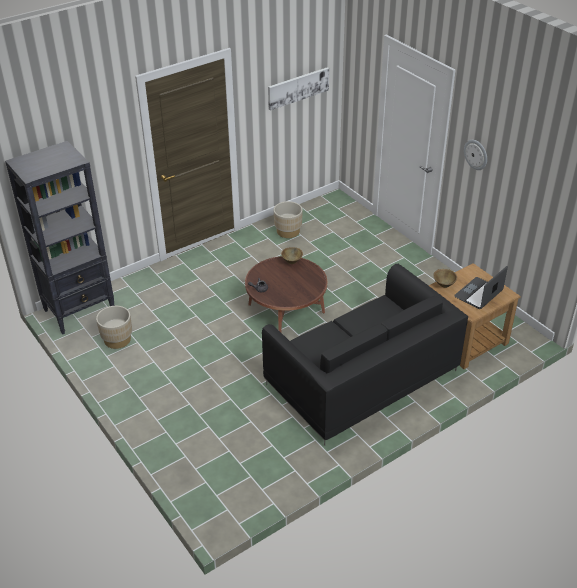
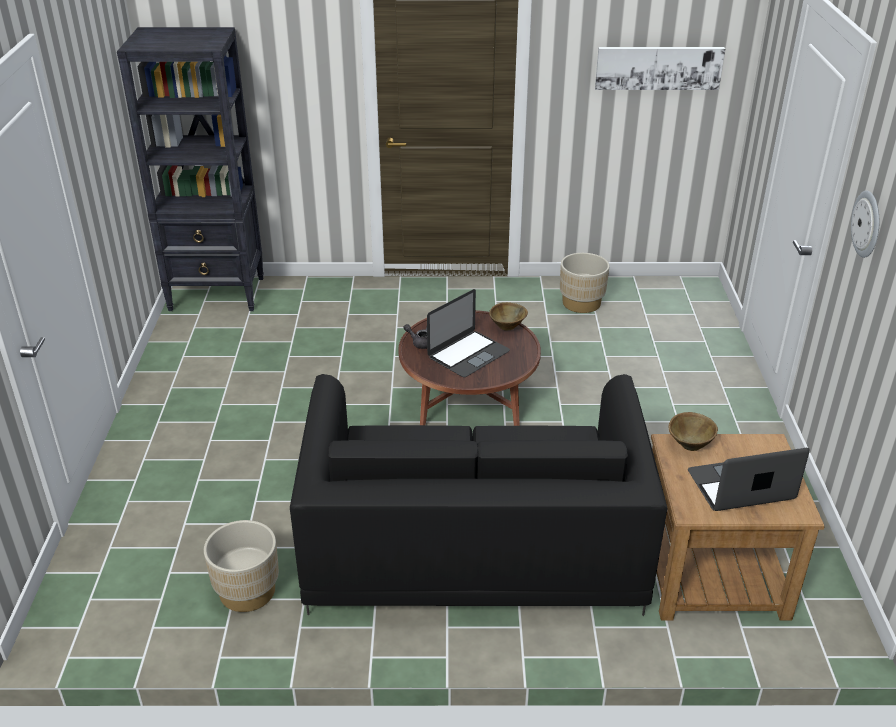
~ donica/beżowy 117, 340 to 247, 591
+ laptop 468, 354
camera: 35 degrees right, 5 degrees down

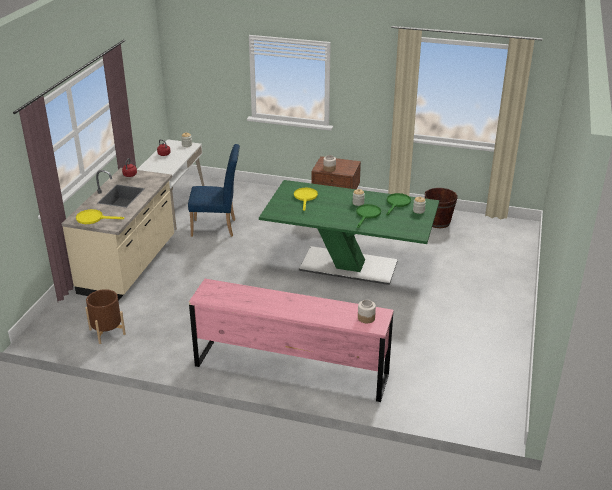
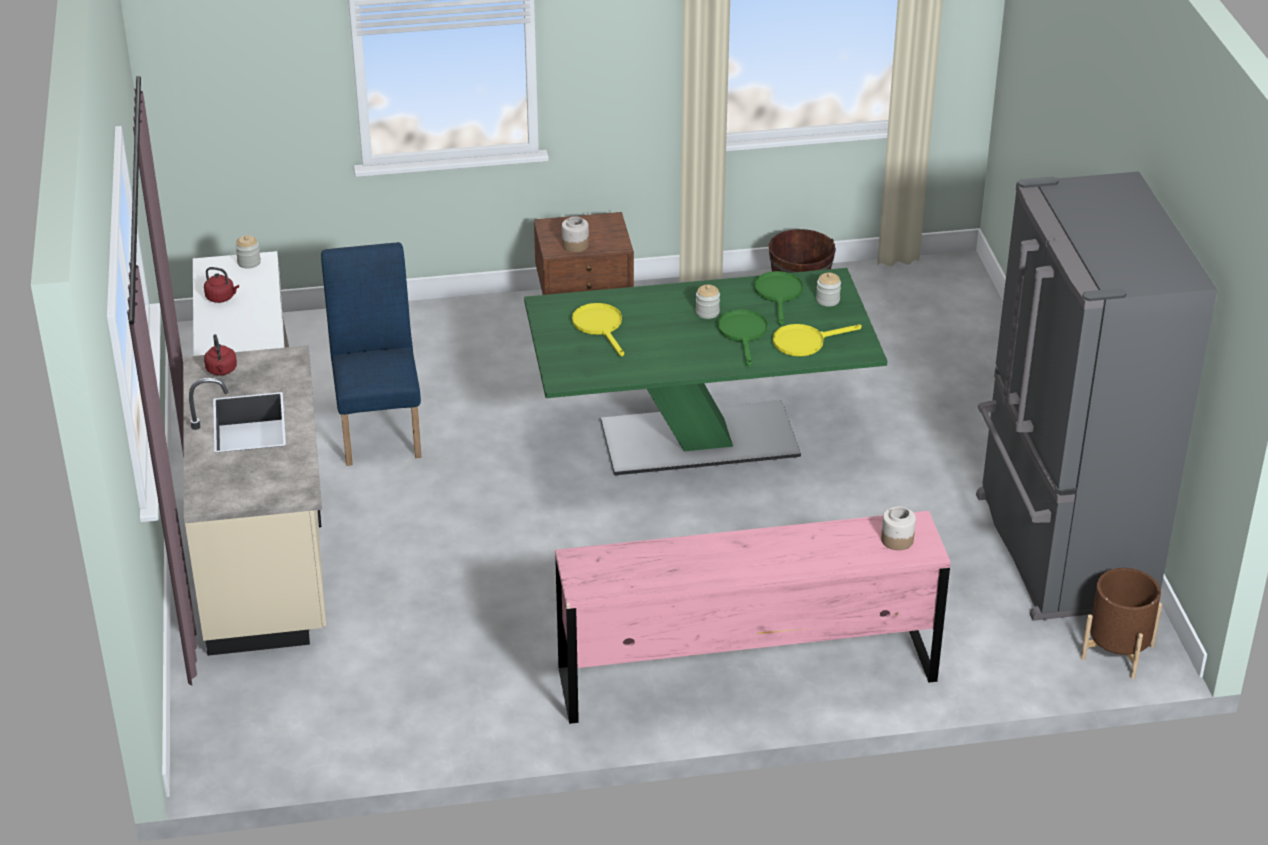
~ krzesło/niebieski 217, 228 = 380, 428 75 degrees counterclockwise
~ patelnia/żółty 93, 218 to 805, 342
+ lodówka/szary 1059, 551
~ donica/brązowy 107, 332 to 1117, 652
camera: 25 degrees left, 5 degrees up

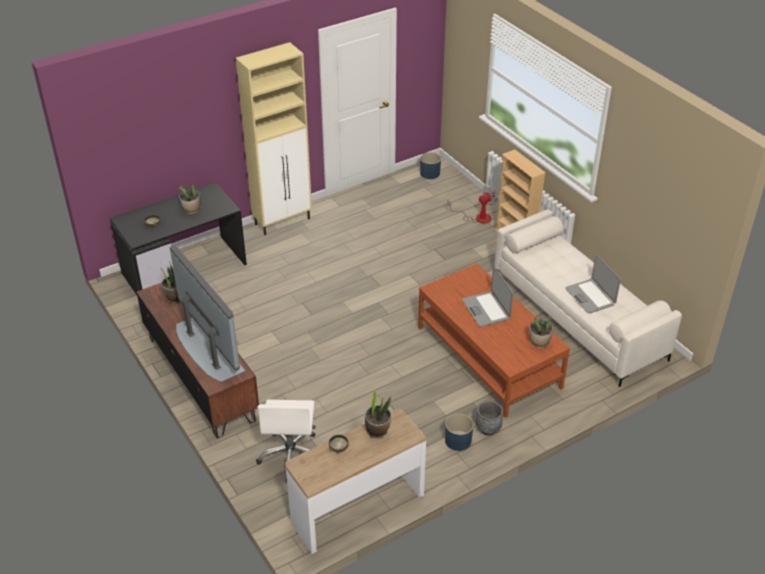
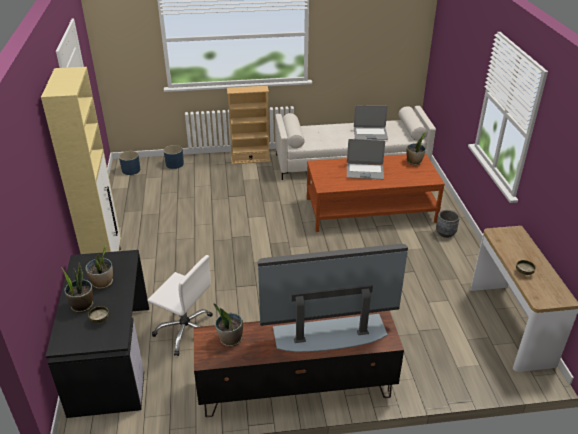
~ roślina doniczkowa 377, 430 to 82, 305
~ krzesło biurowe/biały 291, 455 to 186, 331
~ donica/niebieski 458, 440 to 174, 164
- wentylator 477, 217
camera: 65 degrees left, 5 degrees down

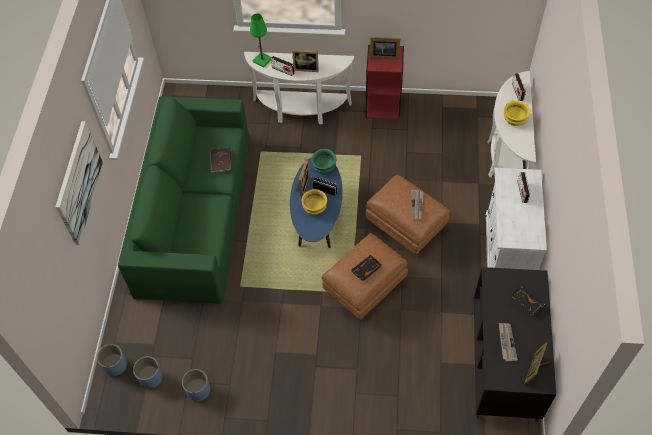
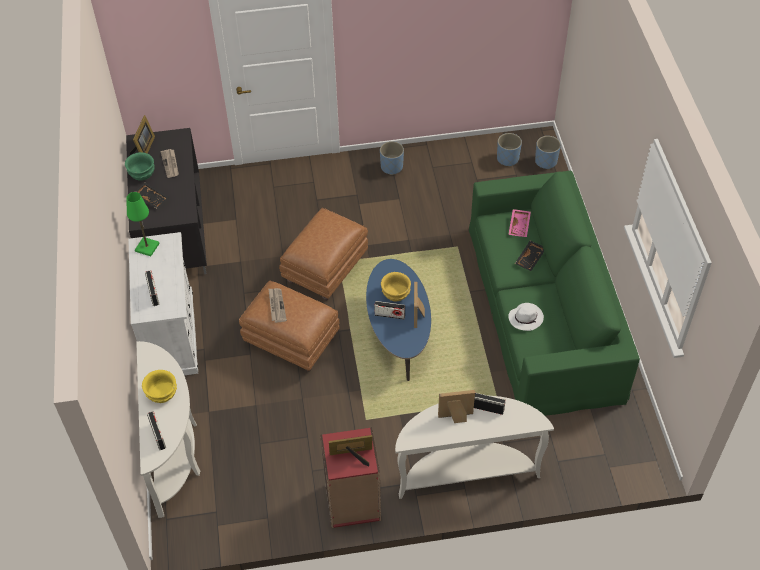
~ miska/zielony 324, 167 to 142, 173
~ lampa stołowa/zielony 262, 60 to 147, 247
~ donica/niebieski 198, 390 to 392, 167
+ taca/różowy 520, 226
~ książka/brązowy 220, 161 to kapelusz/biały 526, 318
~ taca/czarny 366, 269 to 530, 259
- obraz 78, 183
camera: 165 degrees right, 5 degrees down

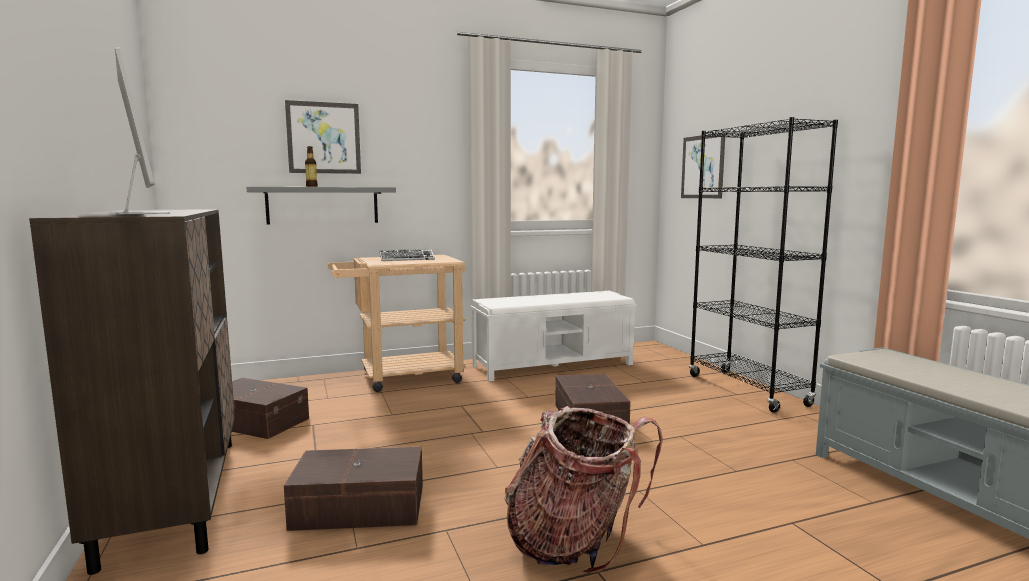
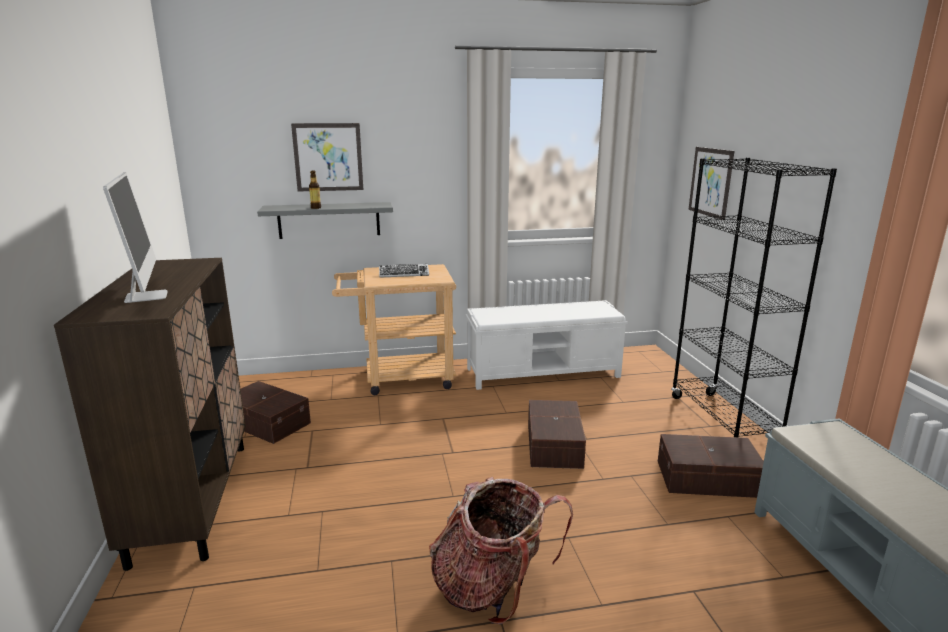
~ pojemnik do przechowywania/brązowy 360, 508 to 708, 479
camera: 10 degrees right, 10 degrees up

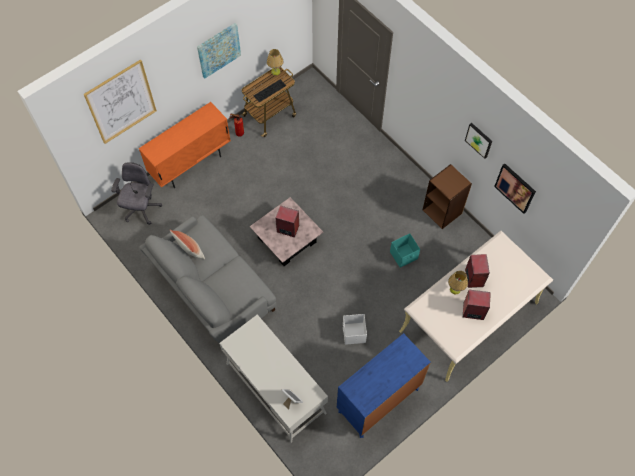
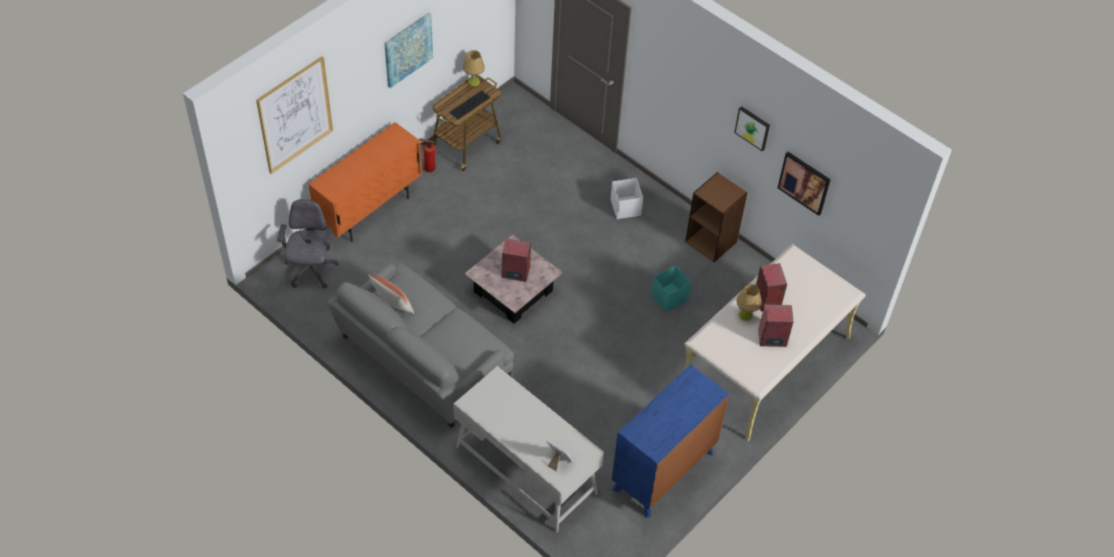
~ pojemnik do przechowywania/biały 353, 334 to 625, 208
camera: 10 degrees left, 10 degrees down

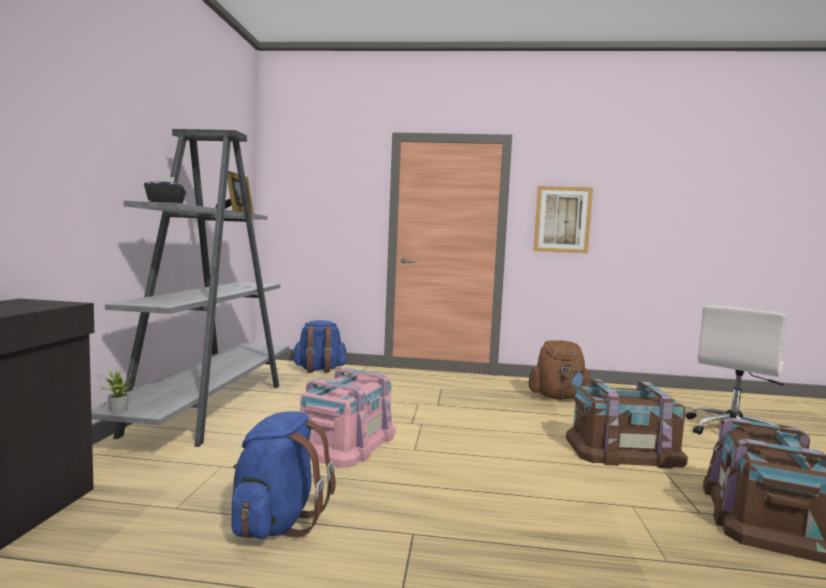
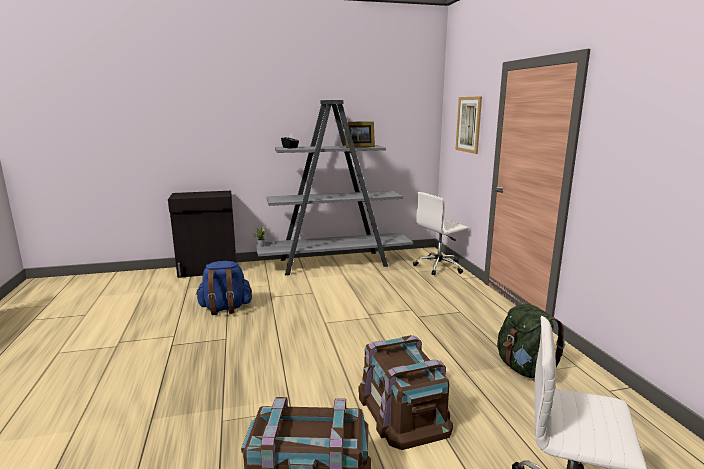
~ plecak/niebieski 319, 369 to krzesło biurowe/biały 439, 267
~ obraz 562, 219 to 468, 124
~ plecak/brązowy 558, 397 to plecak/zielony 524, 369
- pojemnik do przechowywania/różowy 346, 441
camera: 70 degrees right, 10 degrees up

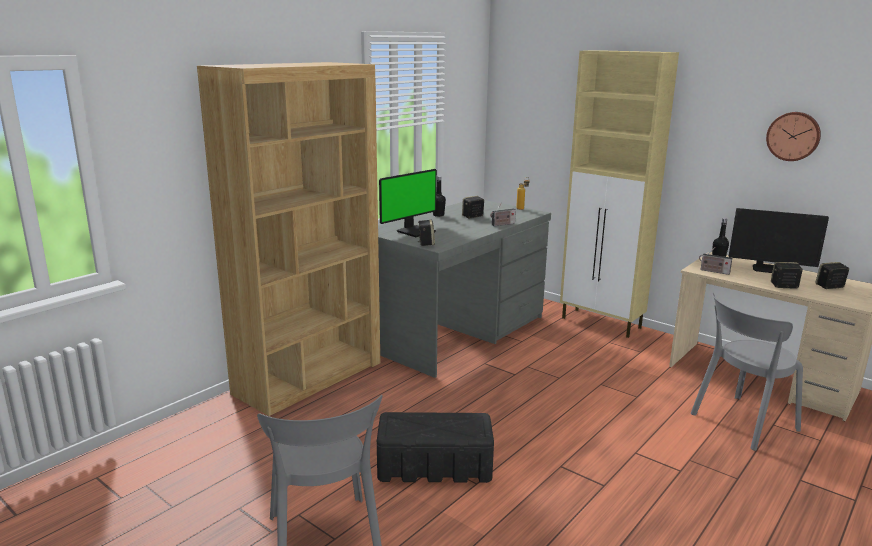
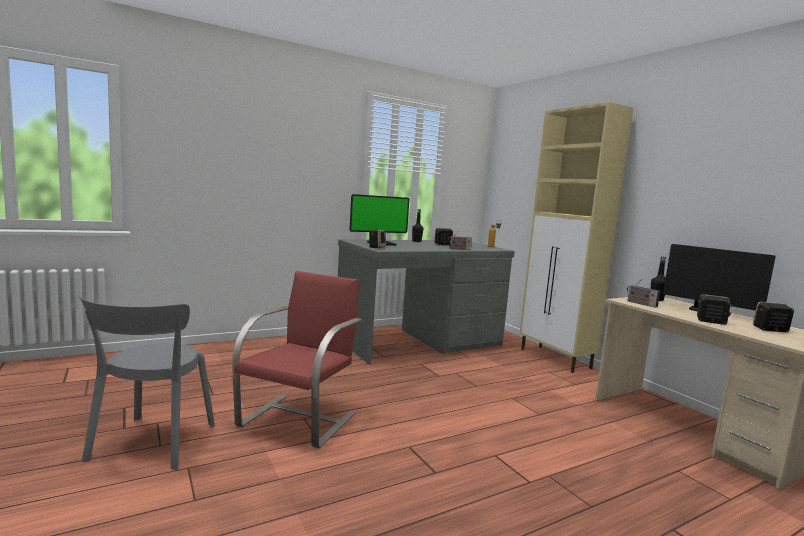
~ pojemnik do przechowywania/czarny 435, 466 to krzesło/czerwony 299, 419
- regał/brązowy 309, 377
- krzesło/szary 741, 423
- zegar ścienny 793, 136
camera: 20 degrees right, 10 degrees down

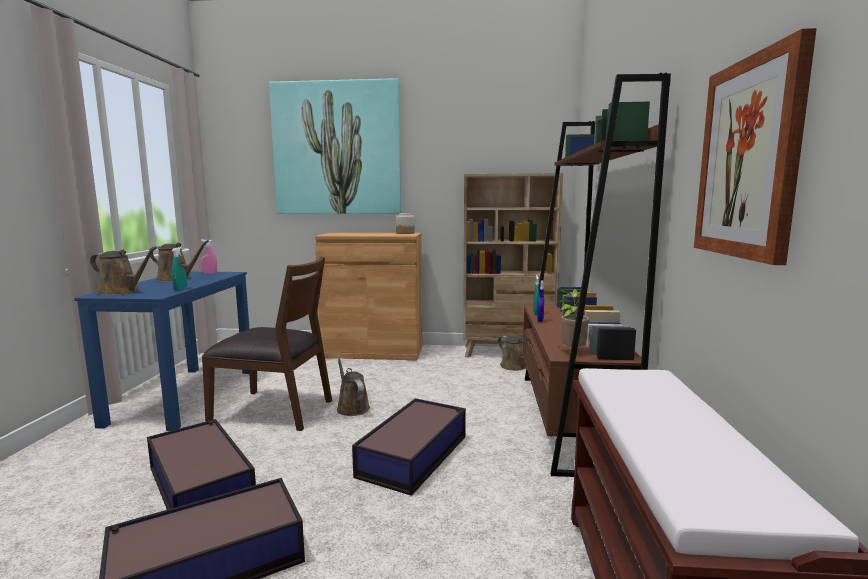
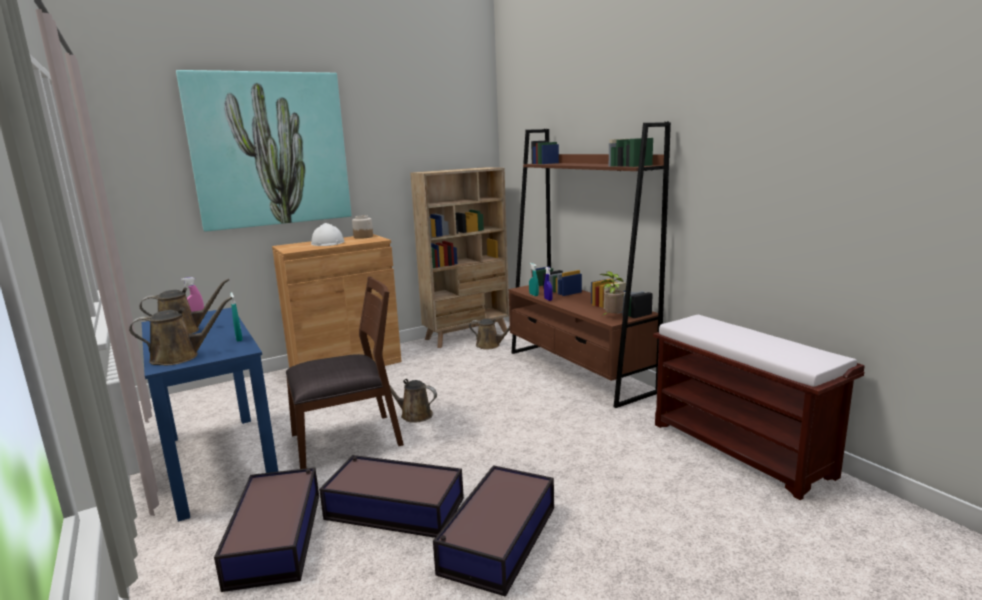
~ pojemnik do przechowywania 415, 455 to 276, 537
+ kask/biały 327, 243
- obraz 749, 159
camera: 35 degrees left, 5 degrees up

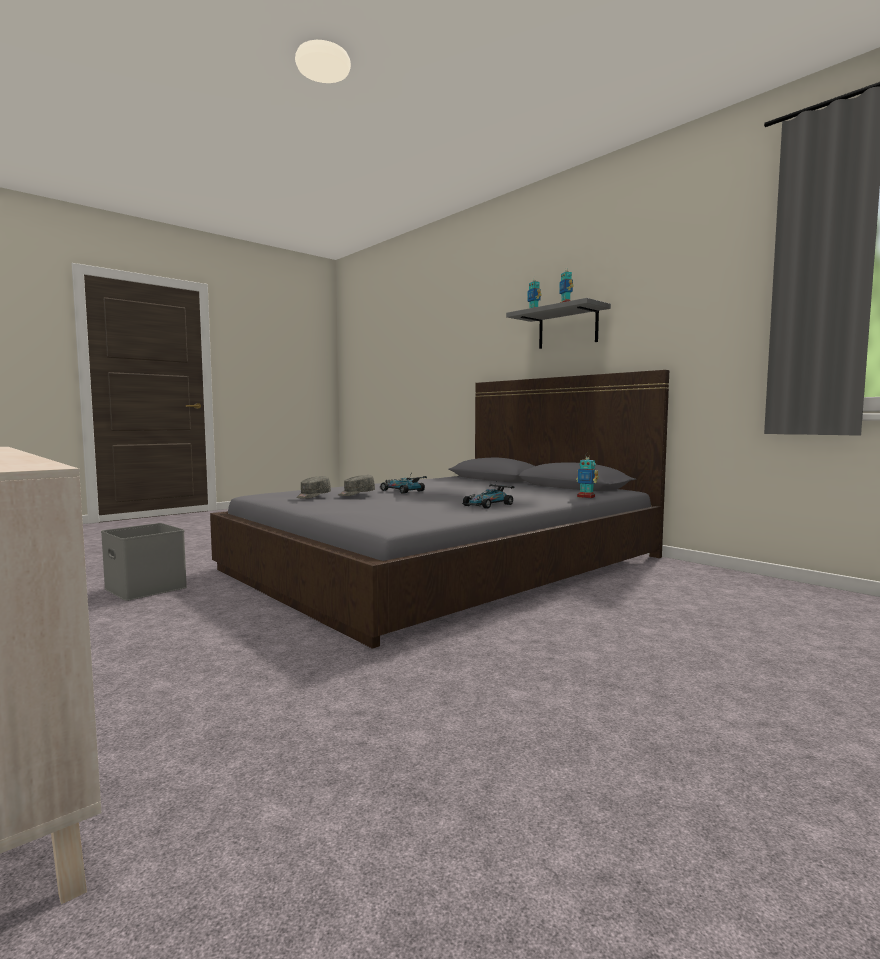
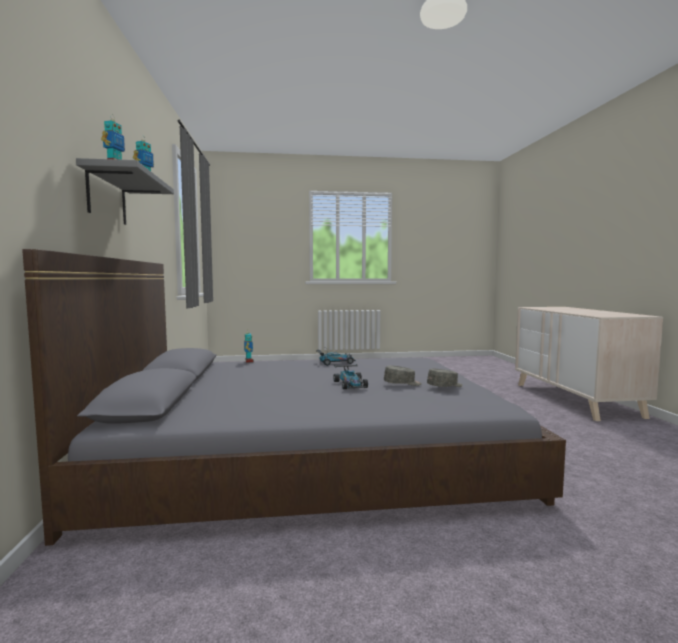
- pojemnik do przechowywania/szary 144, 588
camera: 145 degrees left, 0 degrees up

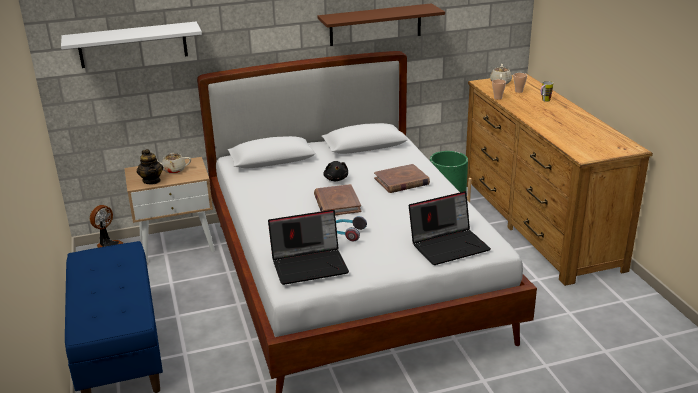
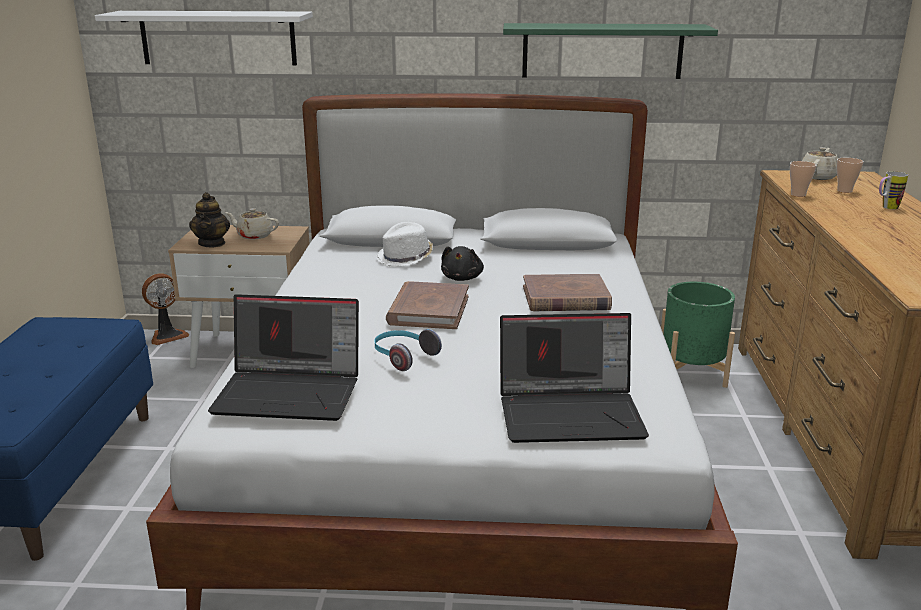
+ kapelusz/biały 406, 258
~ półka/brązowy 375, 24 to półka/zielony 602, 51
camera: 20 degrees right, 5 degrees down

